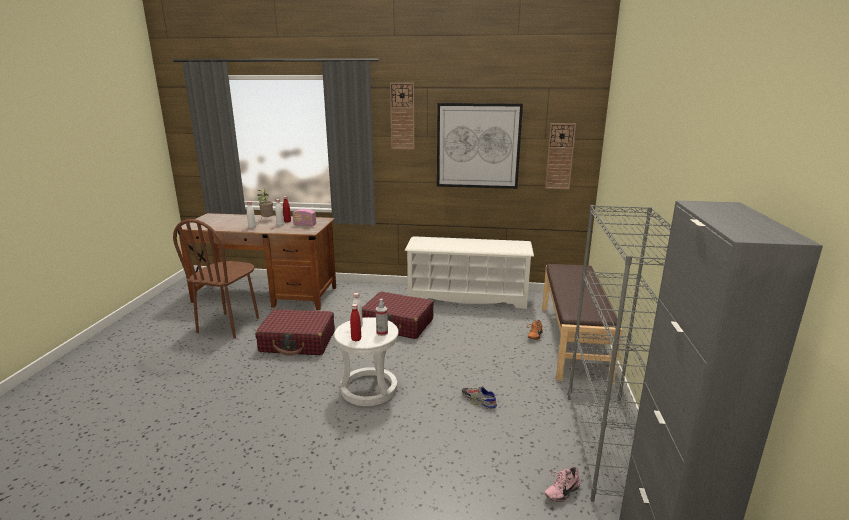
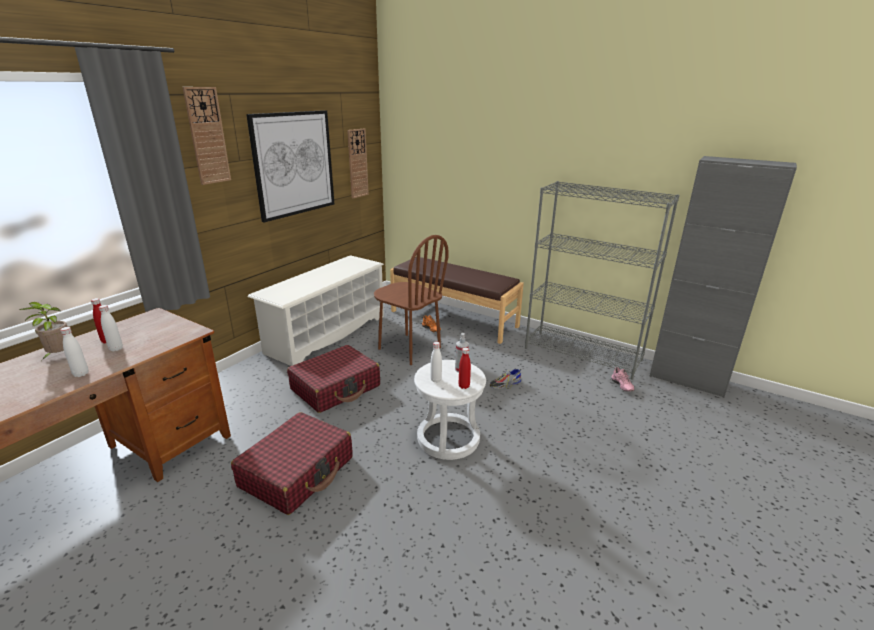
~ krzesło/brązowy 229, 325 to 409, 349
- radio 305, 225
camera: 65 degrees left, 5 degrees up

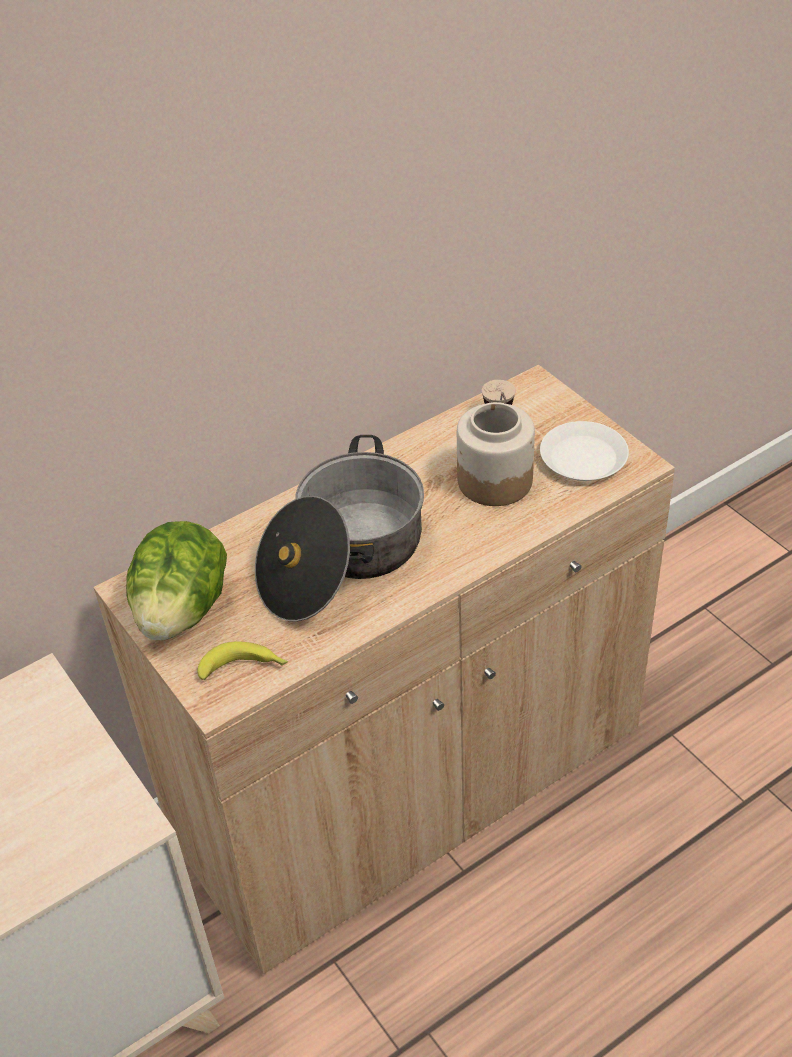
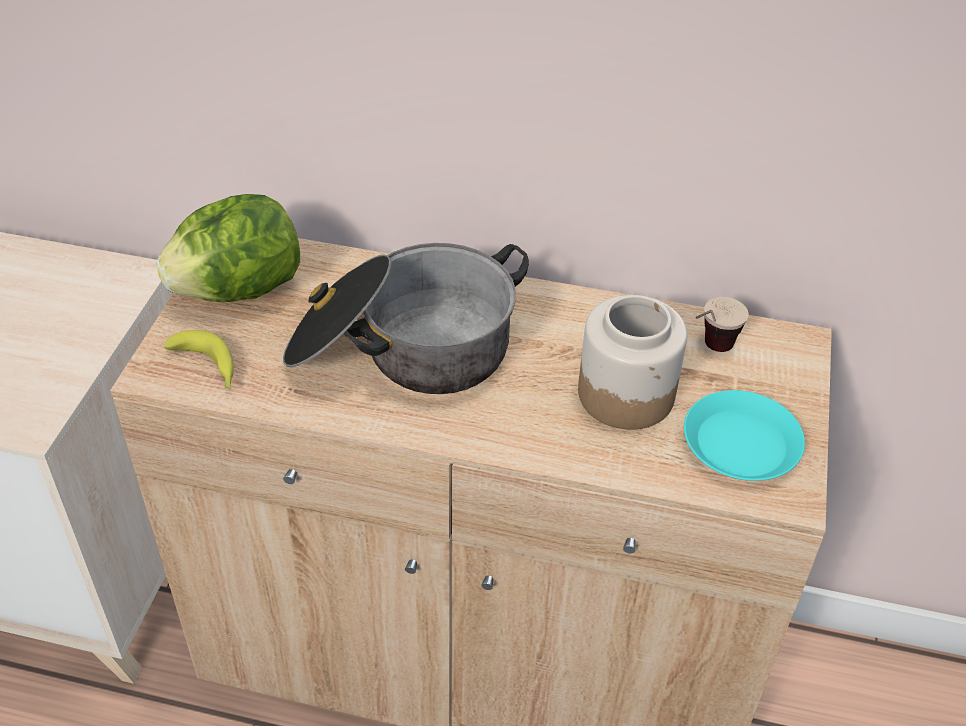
~ talerz/biały 583, 459 to talerz/turkusowy 740, 444
camera: 45 degrees right, 0 degrees up

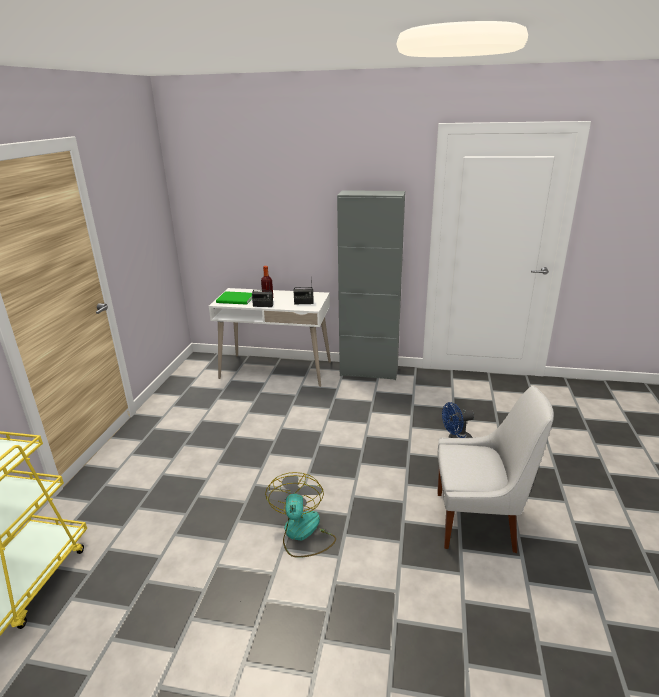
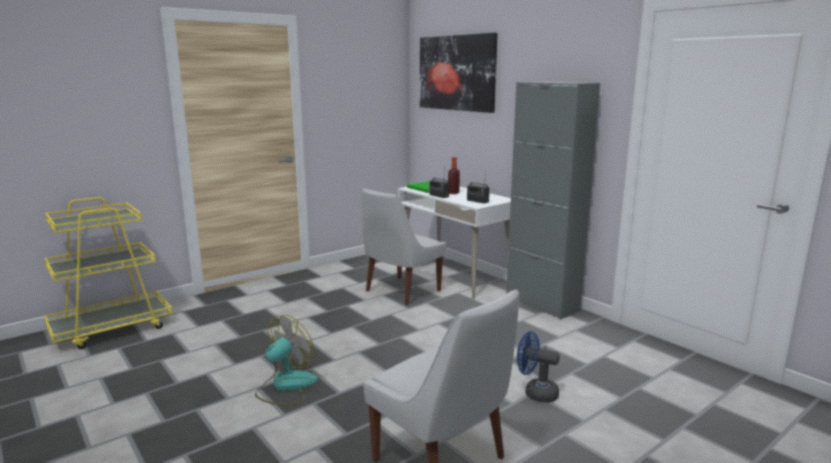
+ krzesło/biały 400, 291
+ obraz 456, 73
camera: 40 degrees right, 10 degrees down

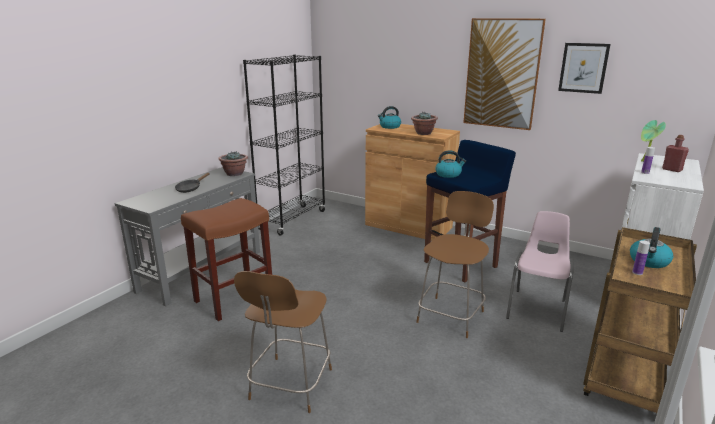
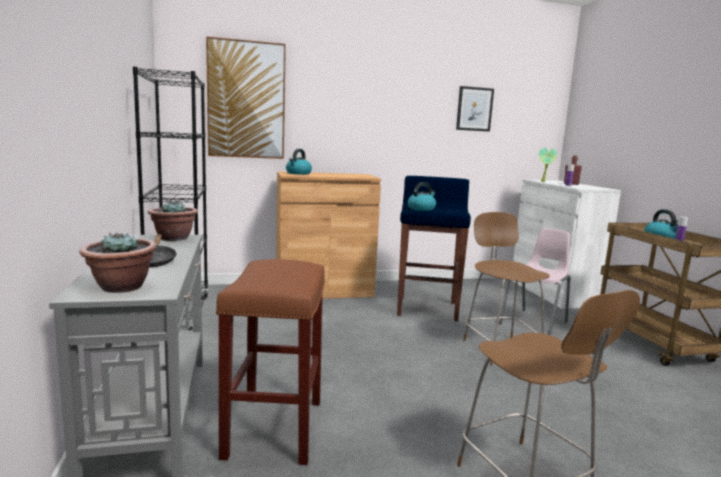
~ roślina doniczkowa 423, 133 to 121, 287
~ obraz 502, 74 to 246, 100
~ krzesło/różowy 537, 309 = 535, 322 60 degrees clockwise
camera: 45 degrees left, 10 degrees down

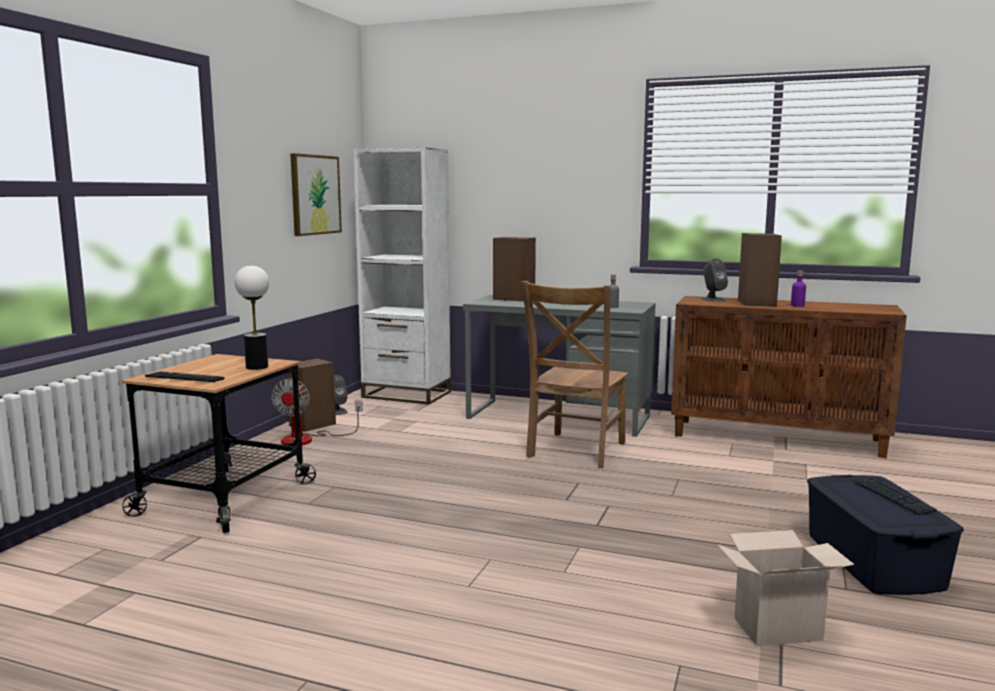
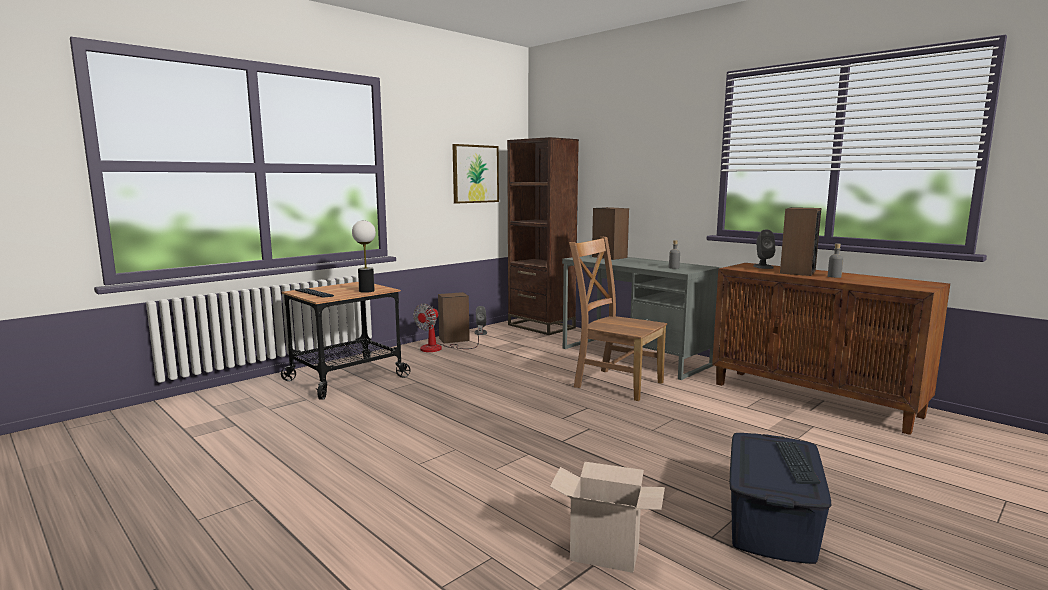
~ regał/biały 406, 394 to regał/brązowy 541, 326
~ krzesło/brązowy 575, 451 = 615, 383 75 degrees clockwise
~ butelka/fioletowy 797, 305 to butelka/szary 834, 276
camera: 25 degrees right, 0 degrees up

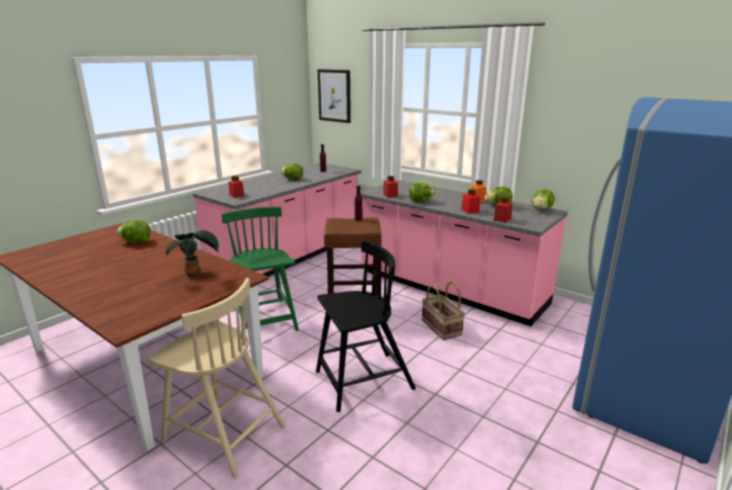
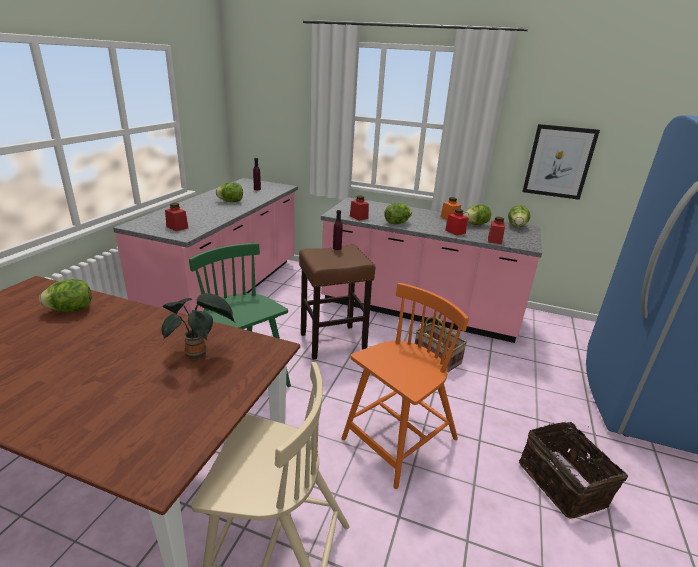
~ krzesło/czarny 362, 381 to krzesło/pomarańczowy 398, 440
+ koszyk 564, 483
~ obraz 334, 95 to 558, 162
camera: 20 degrees left, 5 degrees up

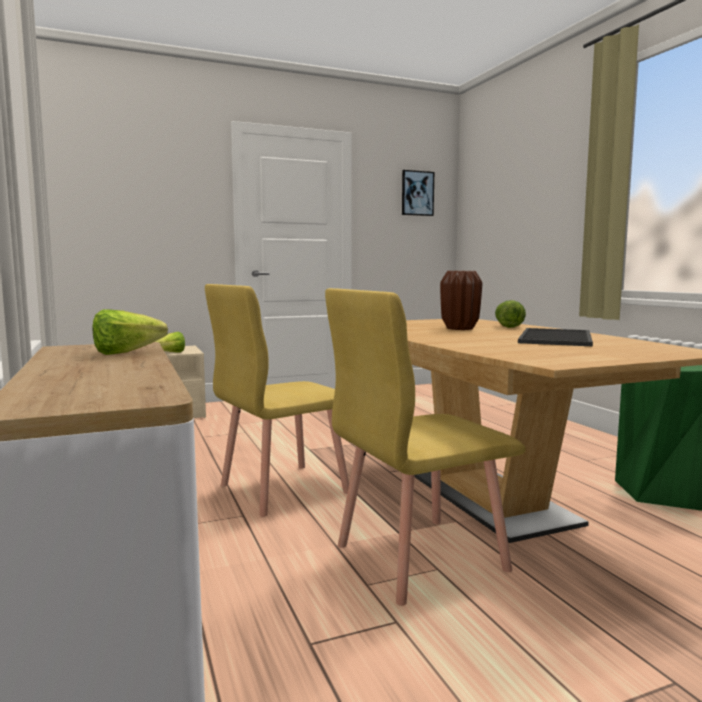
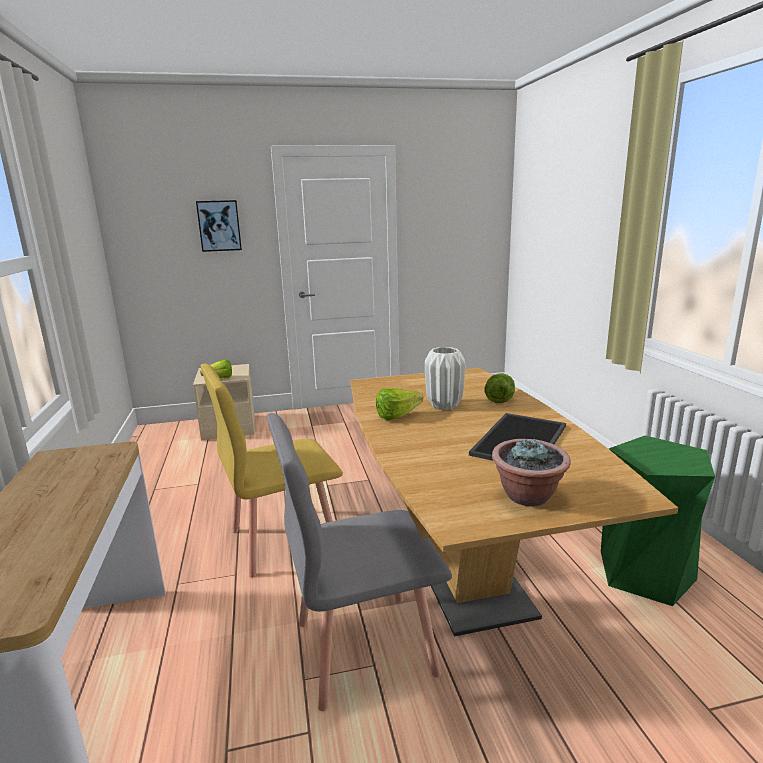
~ obraz 417, 193 to 219, 226
~ krzesło/żółty 418, 557 to krzesło/szary 363, 647
~ sałata 133, 352 to 401, 416
~ wazon/brązowy 460, 328 to wazon/biały 444, 405
+ roślina doniczkowa 528, 496
camera: 10 degrees right, 10 degrees up

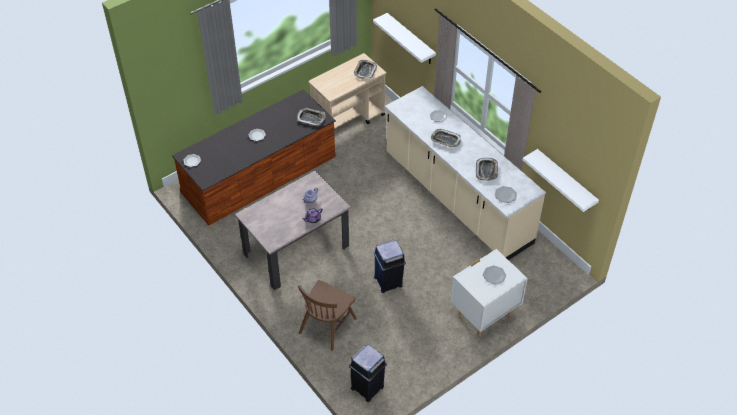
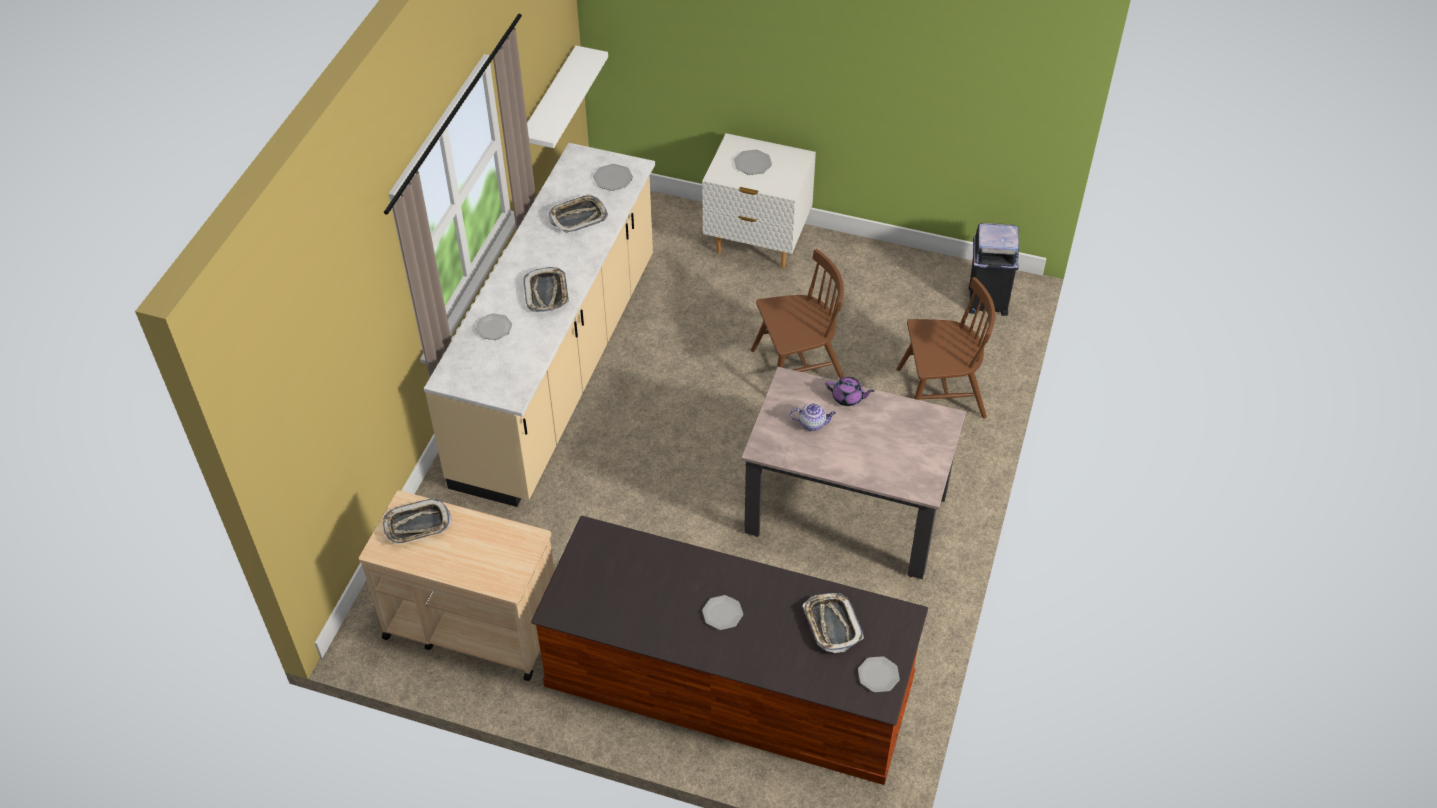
~ kosz na śmieci/niebieski 388, 281 to krzesło/brązowy 797, 367
~ taca 311, 118 to 832, 624
- półka/biały 410, 39
camera: 125 degrees left, 0 degrees up

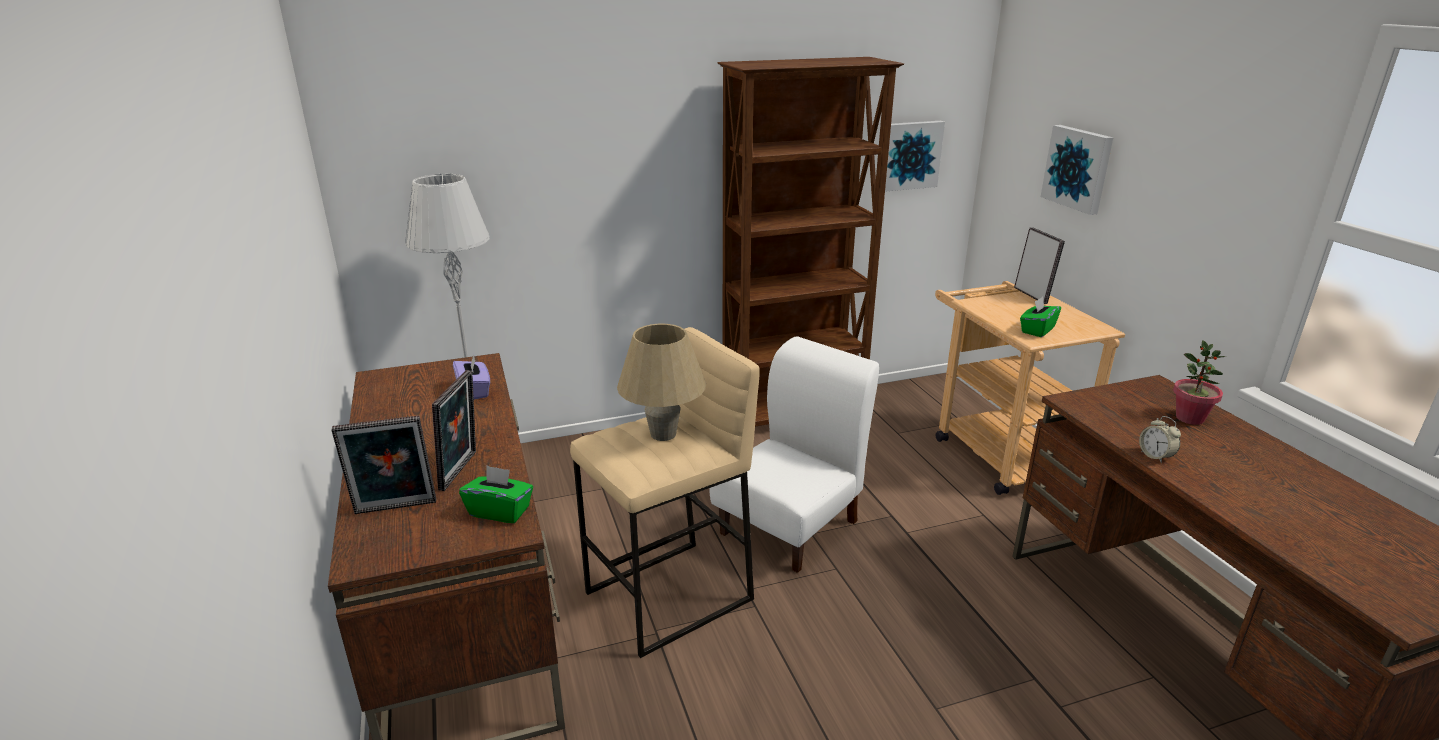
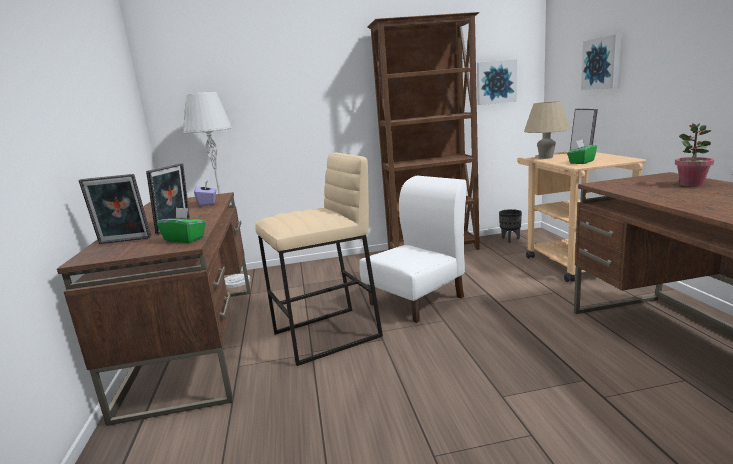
+ donica/czarny 510, 239
~ lampa stołowa/beżowy 663, 434 to 546, 157
- budzik 1155, 456
camera: 10 degrees right, 10 degrees down

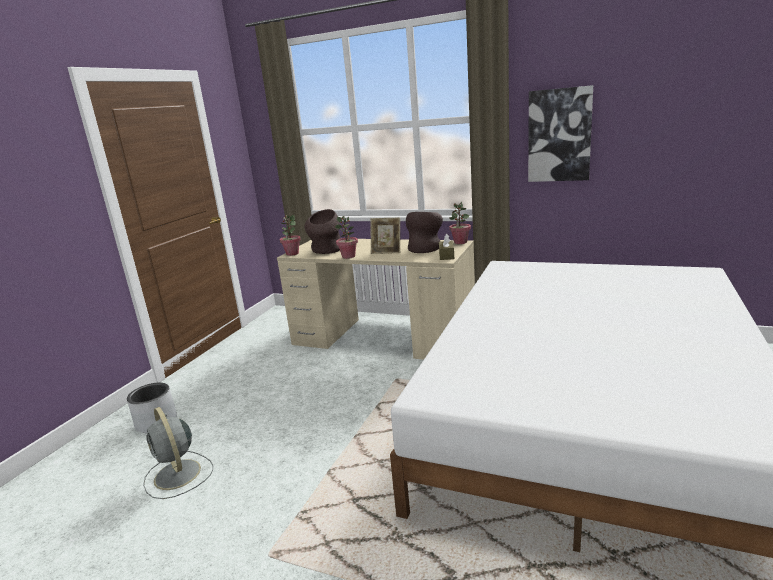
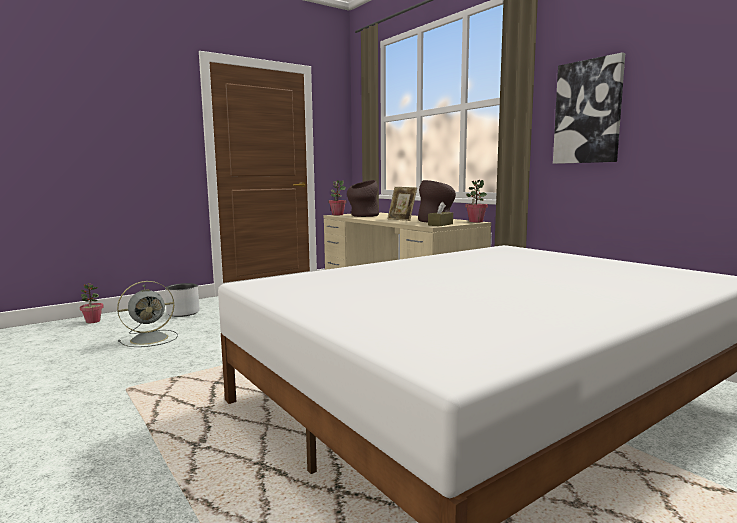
~ roślina doniczkowa 348, 256 to 93, 321
~ wentylator/szary 178, 475 = 151, 338 120 degrees counterclockwise
camera: 30 degrees right, 10 degrees down

